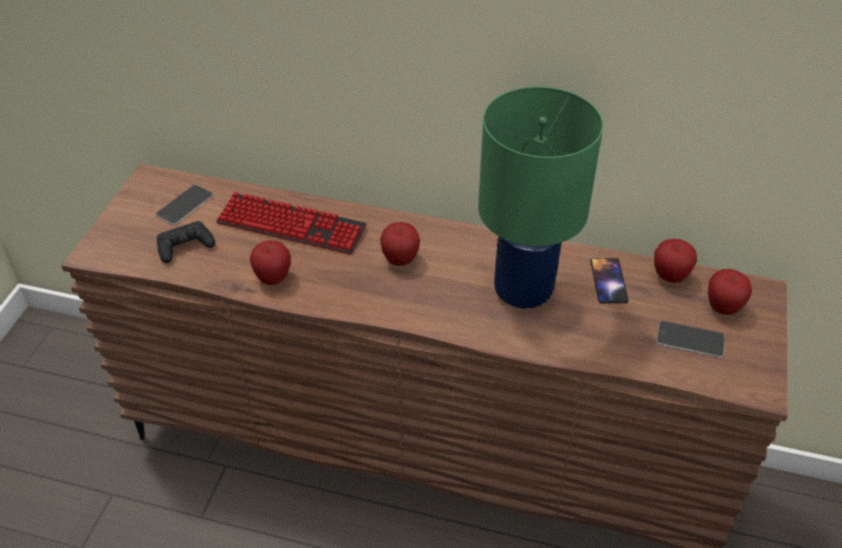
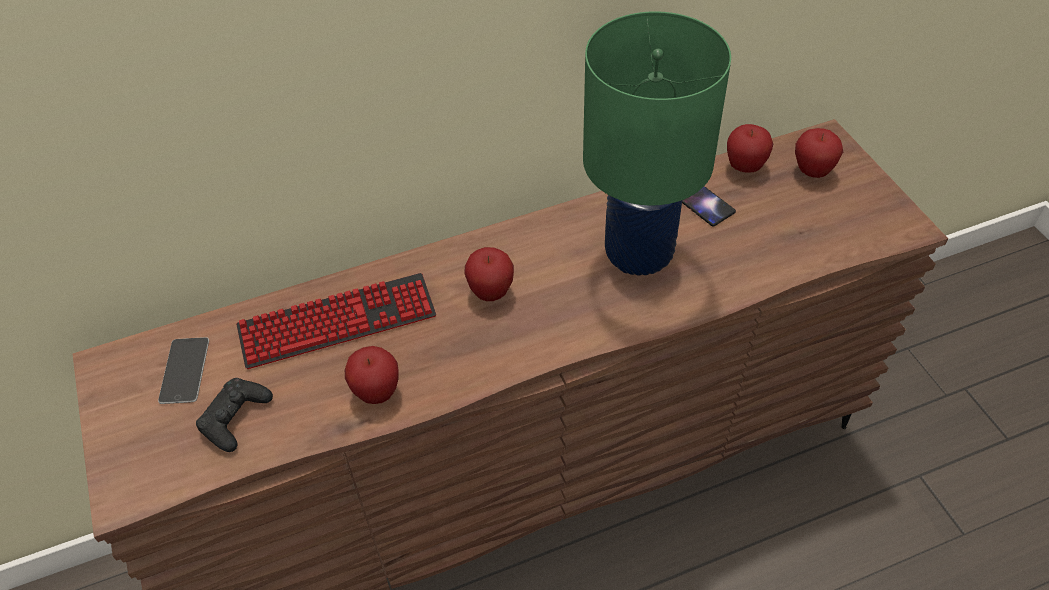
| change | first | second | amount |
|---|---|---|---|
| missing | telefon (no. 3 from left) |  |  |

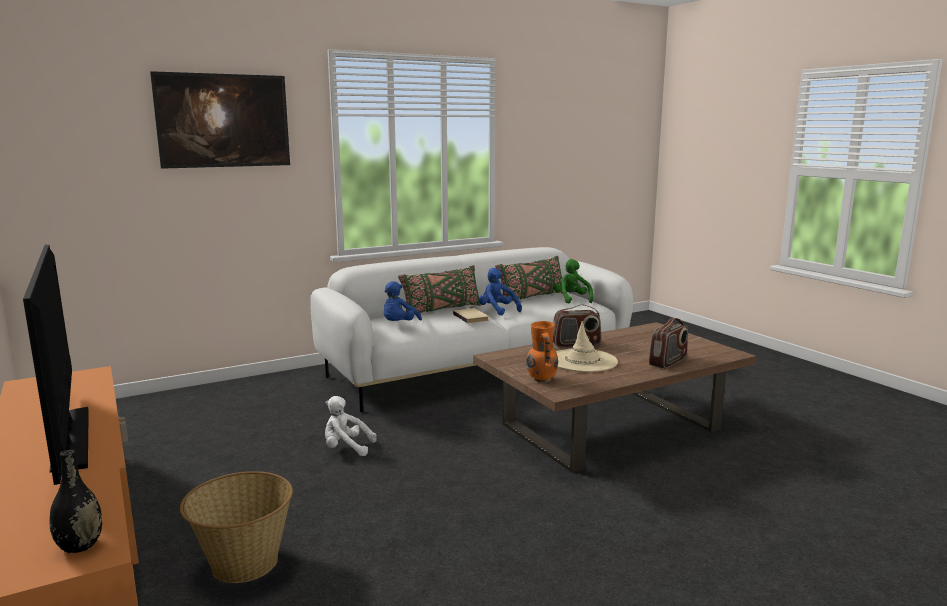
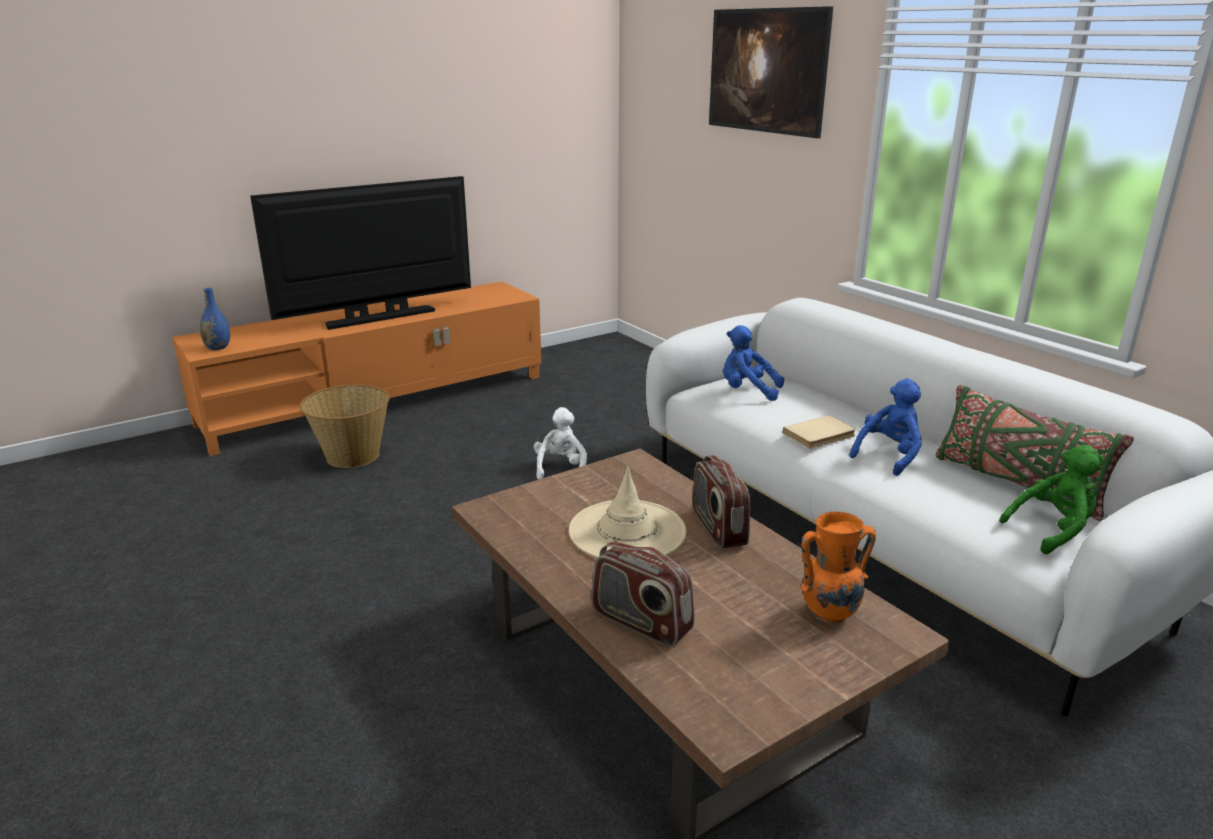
| change | first | second | amount |
|---|---|---|---|
| missing | poduszka/zielony (no. 1 from left) |  |  |
| relocated | wazon/pomarańczowy |  |  |
| colour | wazon/czarny | wazon/niebieski |  |

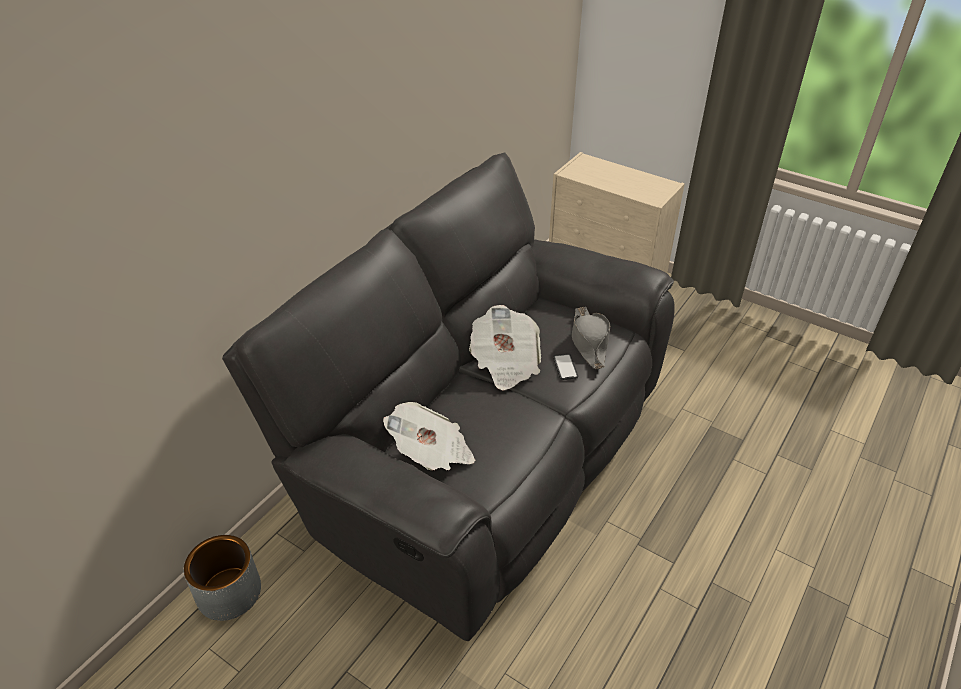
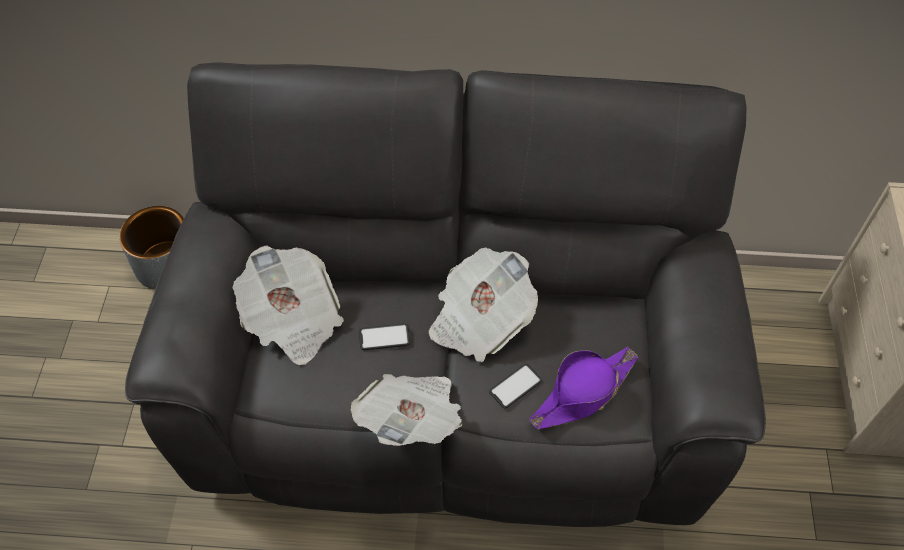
| change | first | second | amount |
|---|---|---|---|
| appeared |  | gazeta (no. 2 from left) |  |
| appeared |  | telefon (no. 1 from left) |  |
| colour | kapelusz/szary | kapelusz/fioletowy |  |

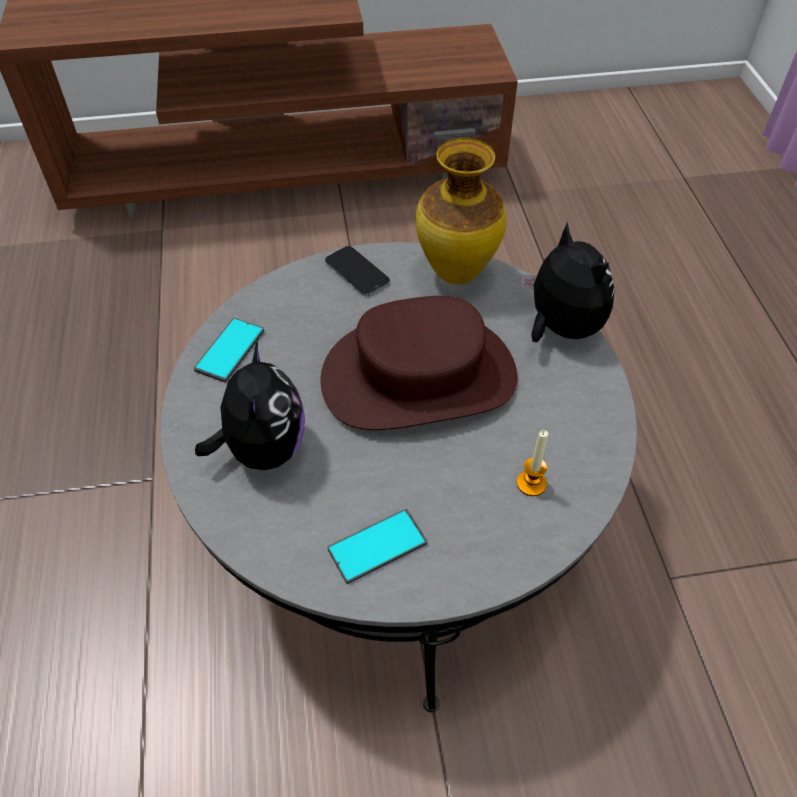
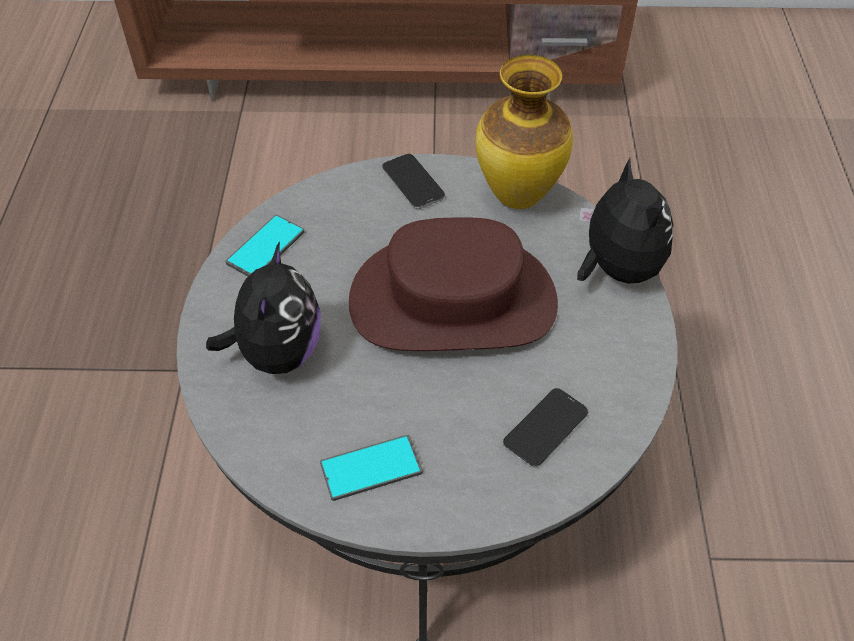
| change | first | second | amount |
|---|---|---|---|
| exchanged | świeca | telefon (no. 4 from left) |  |

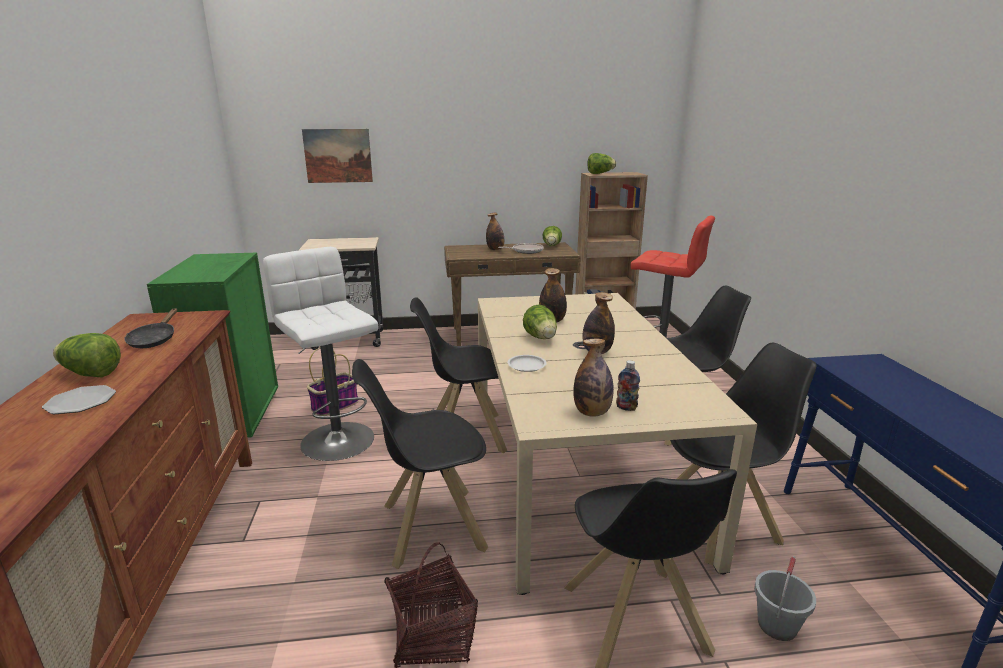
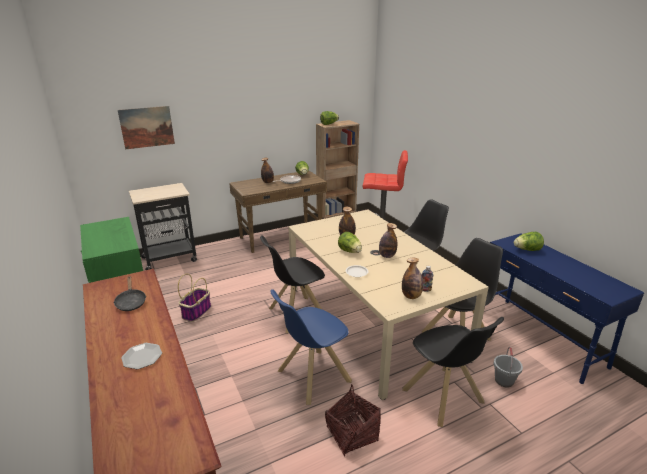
| change | first | second | amount |
|---|---|---|---|
| missing | stołek/biały |  |  |
| relocated | sałata (no. 1 from left in the first image) | sałata (no. 4 from left) |  |
| colour | krzesło/czarny (no. 1 from left) | krzesło/niebieski |  |

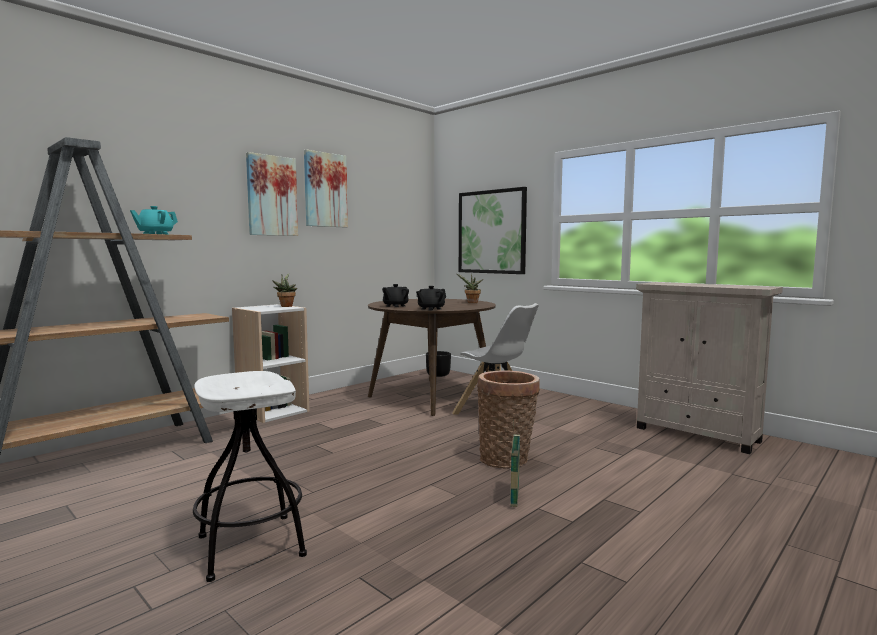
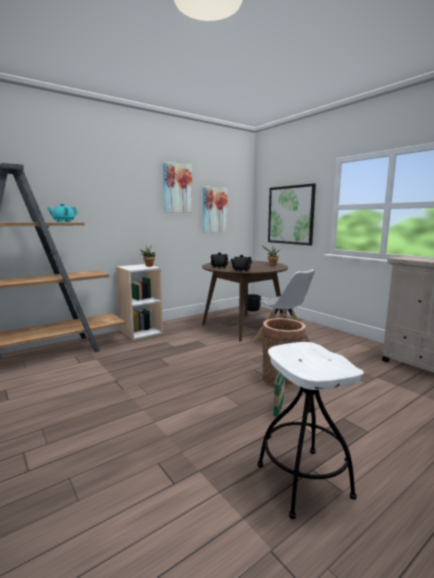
| change | first | second | amount |
|---|---|---|---|
| relocated | stołek/biały |  |  |
| relocated | obraz (no. 1 from left in the first image) | obraz (no. 2 from left) |  |

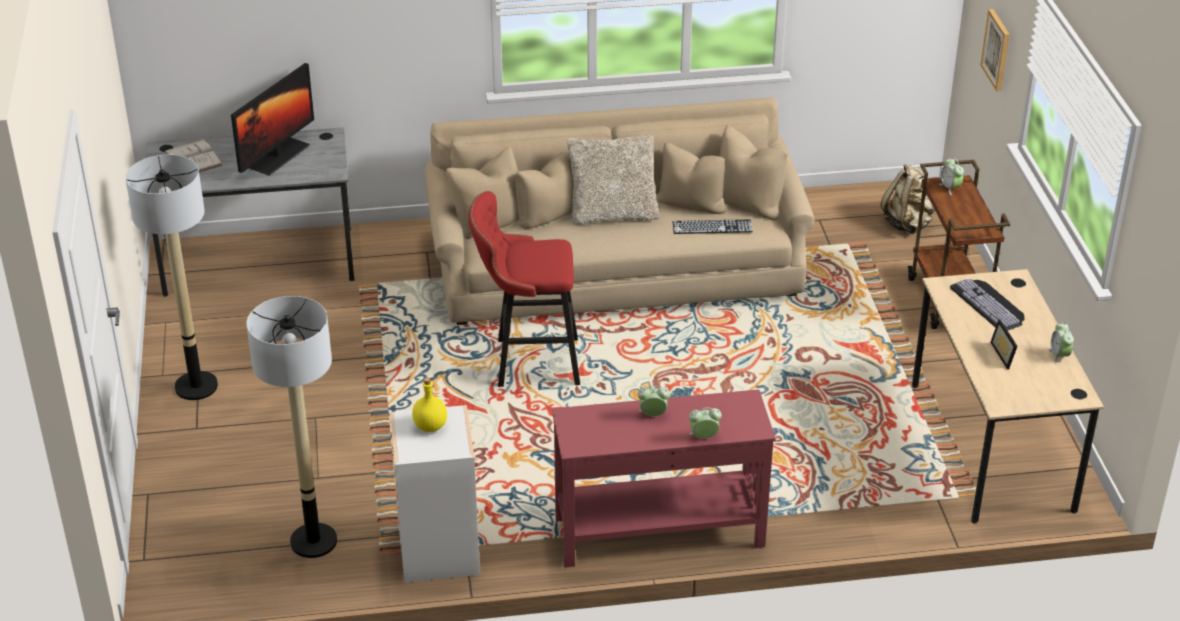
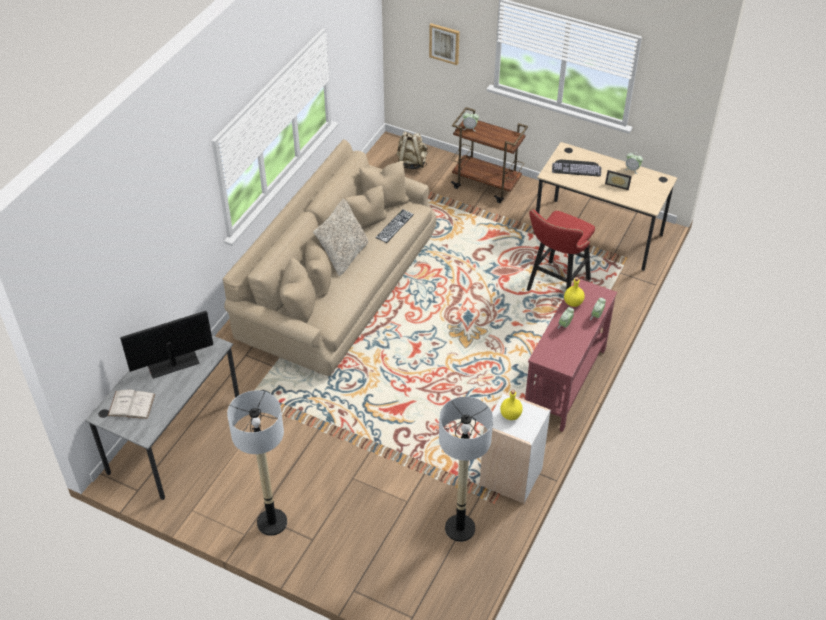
| change | first | second | amount |
|---|---|---|---|
| appeared |  | butelka/żółty (no. 2 from left) |  |
| relocated | stołek/czerwony |  |  |
| spun | monitor |  | 90 degrees counterclockwise |

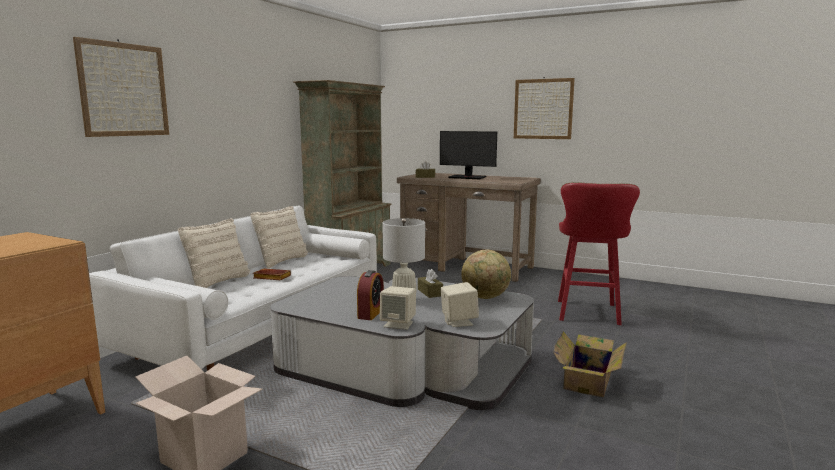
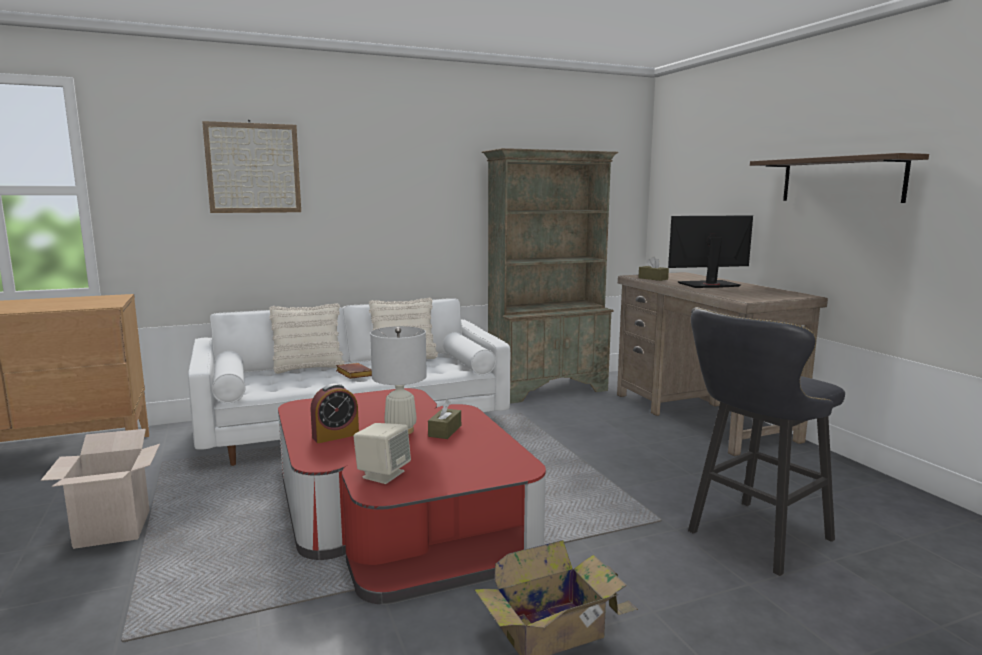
| change | first | second | amount |
|---|---|---|---|
| missing | głośnik/beżowy (no. 1 from left) |  |  |
| missing | globus |  |  |
| exchanged | obraz (no. 2 from left) | półka |  |
| colour | ława/szary | ława/czerwony |  |
| colour | stołek/czerwony | stołek/czarny |  |
| spun | monitor |  | 105 degrees clockwise |

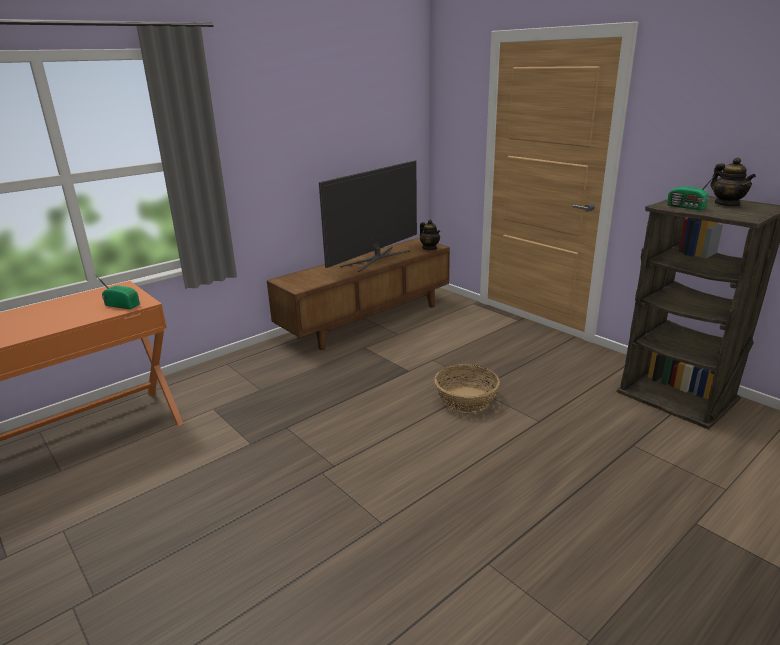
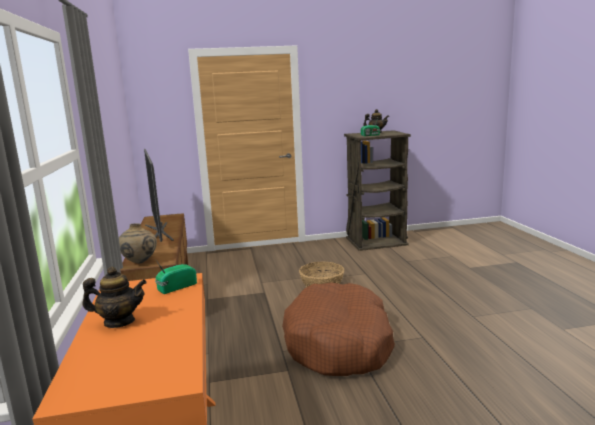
| change | first | second | amount |
|---|---|---|---|
| appeared |  | wazon/beżowy |  |
| appeared |  | legowisko/brązowy |  |
| relocated | imbryk (no. 1 from left) |  |  |

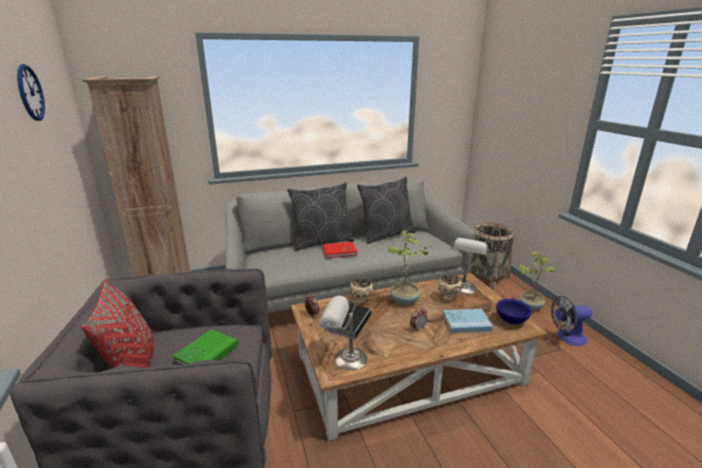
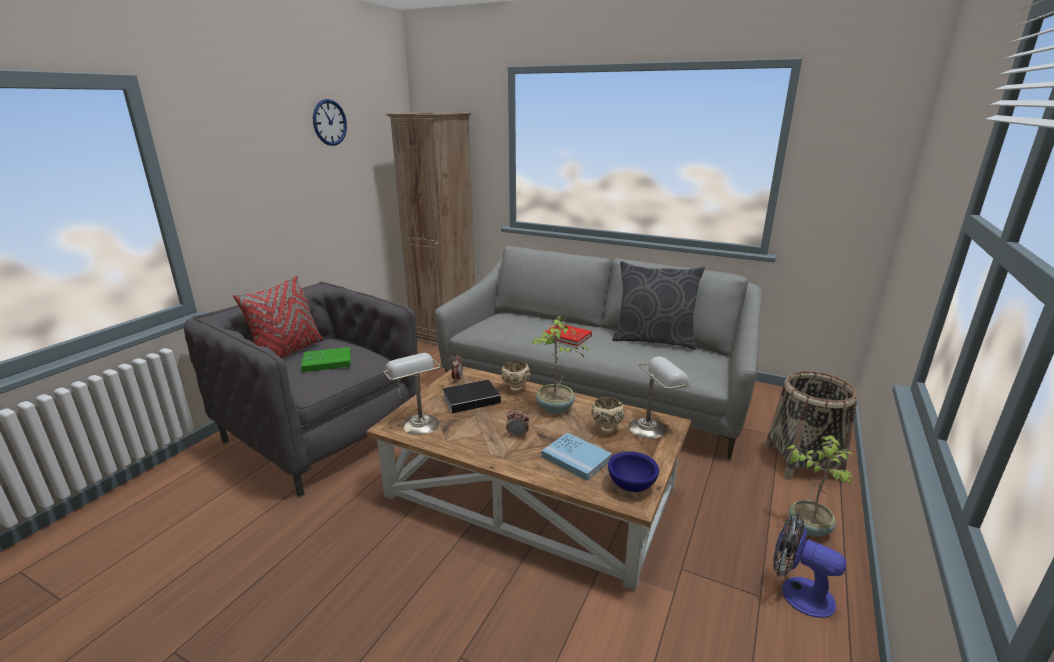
| change | first | second | amount |
|---|---|---|---|
| missing | poduszka/szary (no. 1 from left) |  |  |

